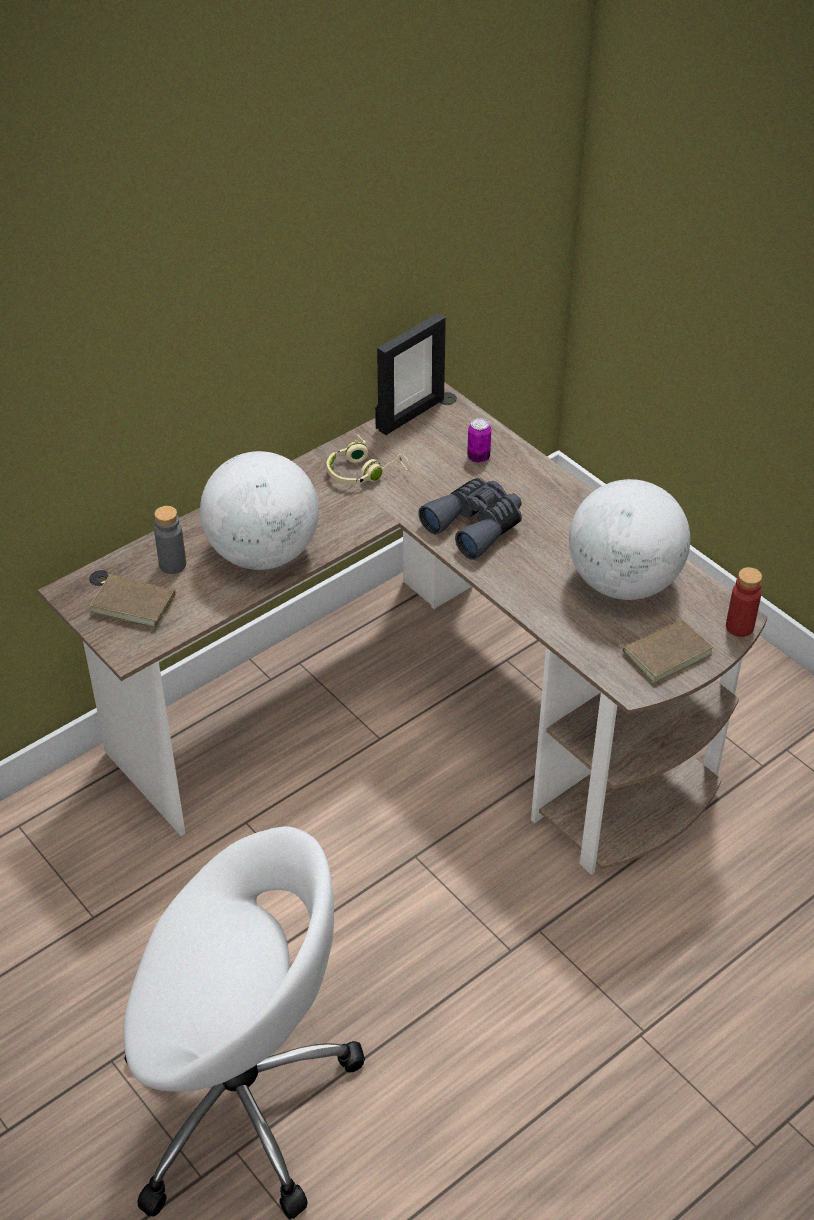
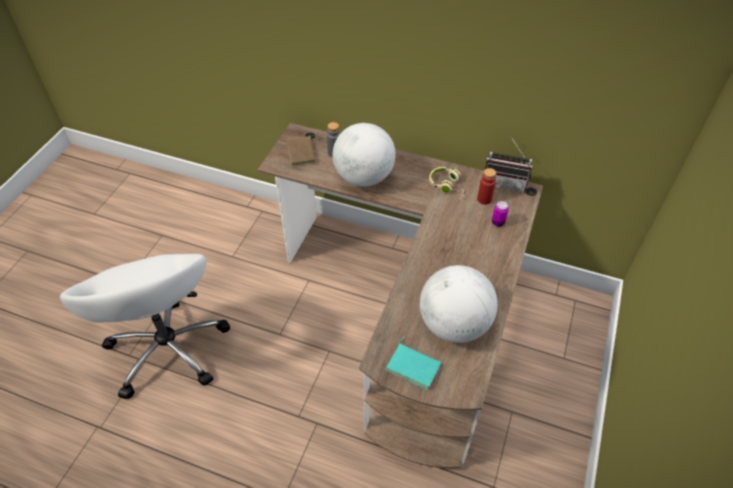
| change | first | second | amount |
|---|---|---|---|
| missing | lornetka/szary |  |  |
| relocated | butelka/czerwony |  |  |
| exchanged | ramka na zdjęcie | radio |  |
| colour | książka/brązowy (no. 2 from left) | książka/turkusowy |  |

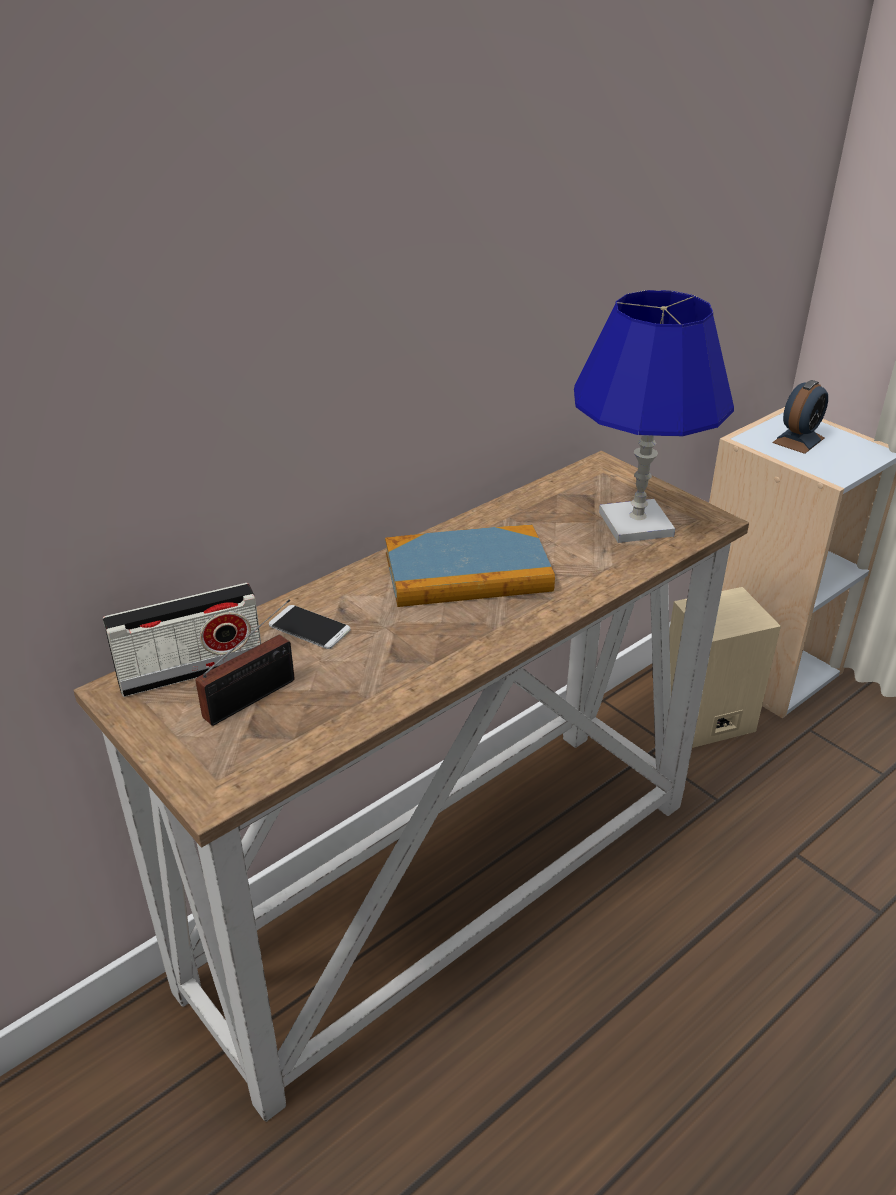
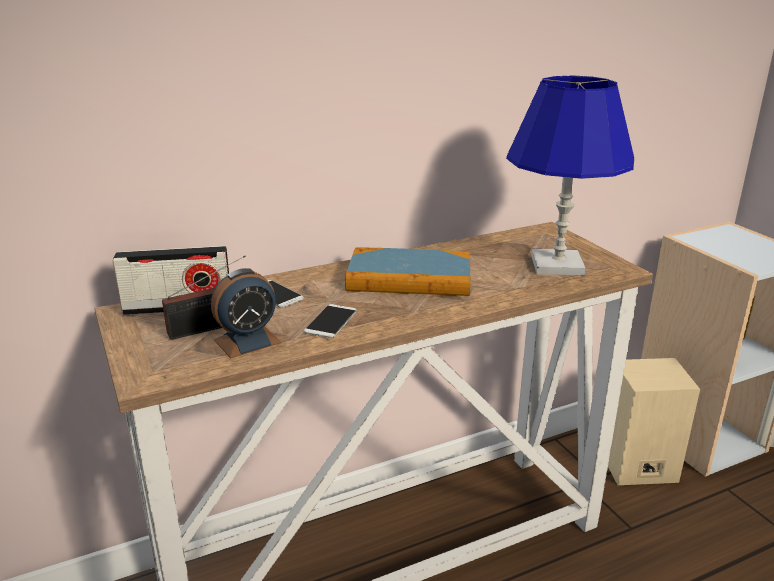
| change | first | second | amount |
|---|---|---|---|
| appeared |  | telefon (no. 2 from left) |  |
| relocated | budzik |  |  |

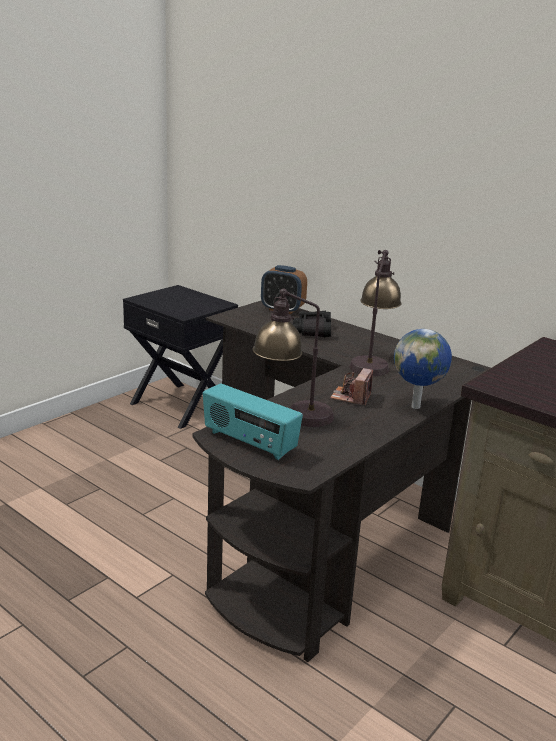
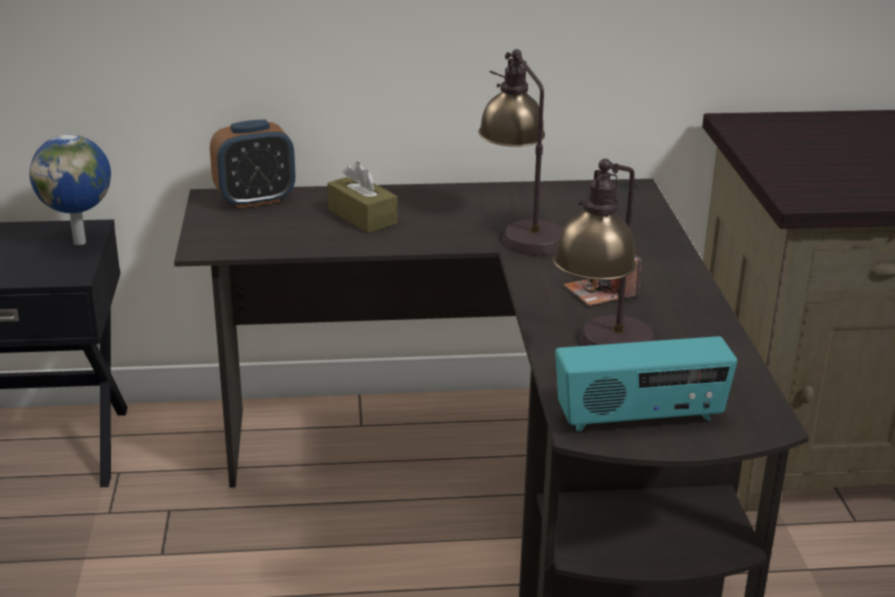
| change | first | second | amount |
|---|---|---|---|
| relocated | globus |  |  |
| exchanged | lornetka/czarny | pudełko chusteczek/brązowy |  |

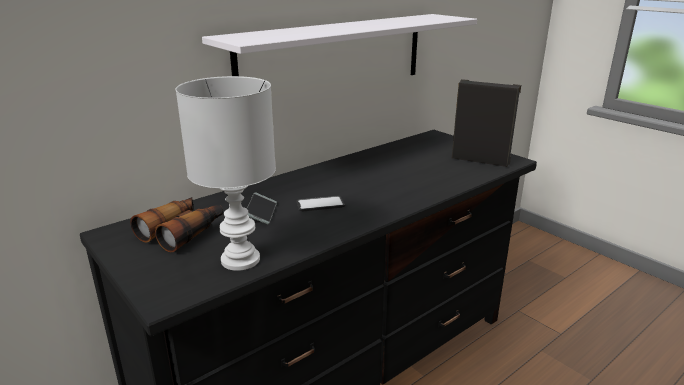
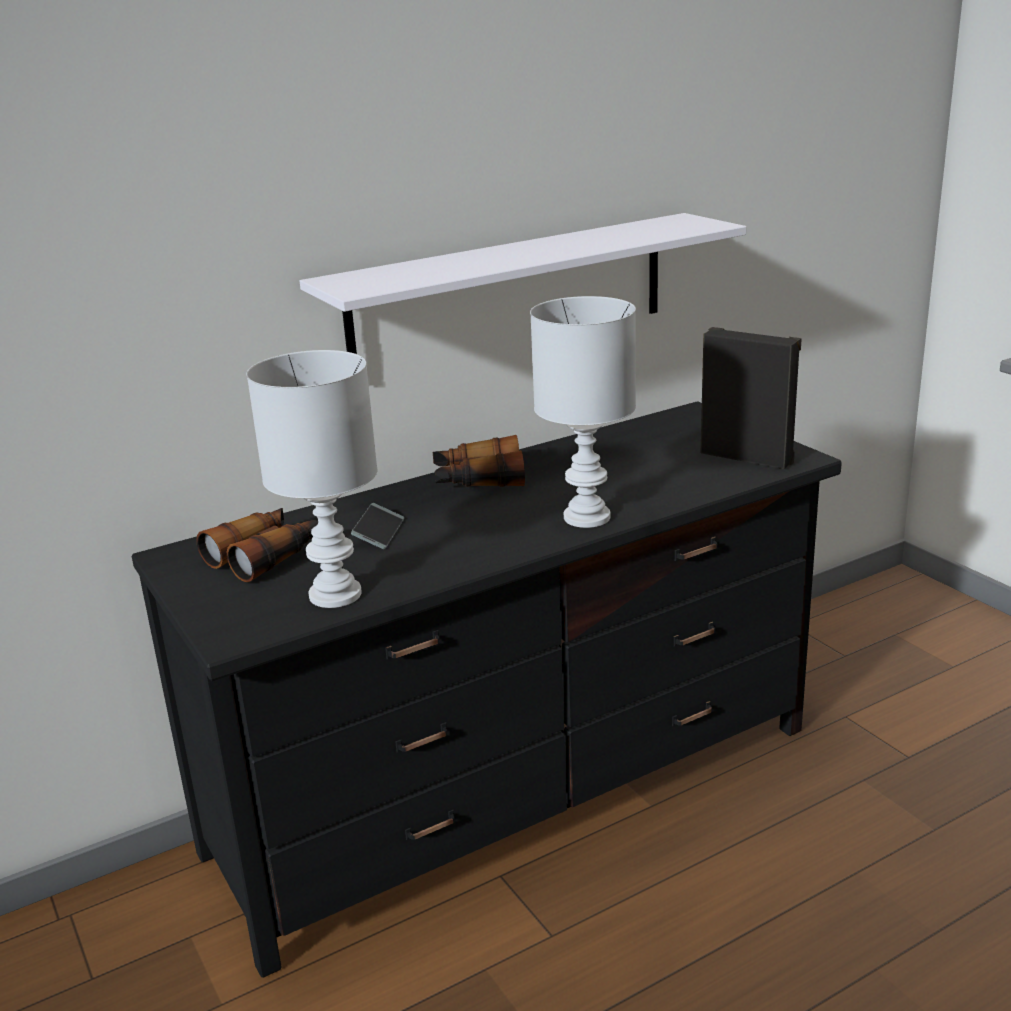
| change | first | second | amount |
|---|---|---|---|
| missing | telefon (no. 2 from left) |  |  |
| appeared |  | lornetka (no. 2 from left) |  |
| appeared |  | lampa stołowa/biały (no. 2 from left) |  |

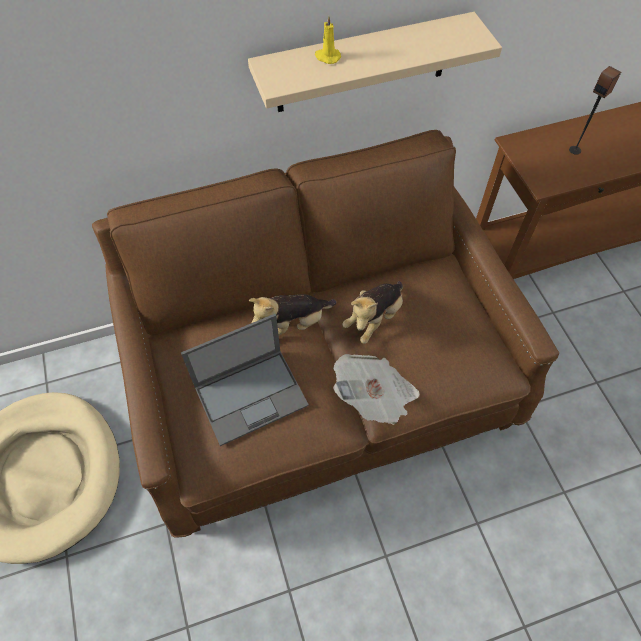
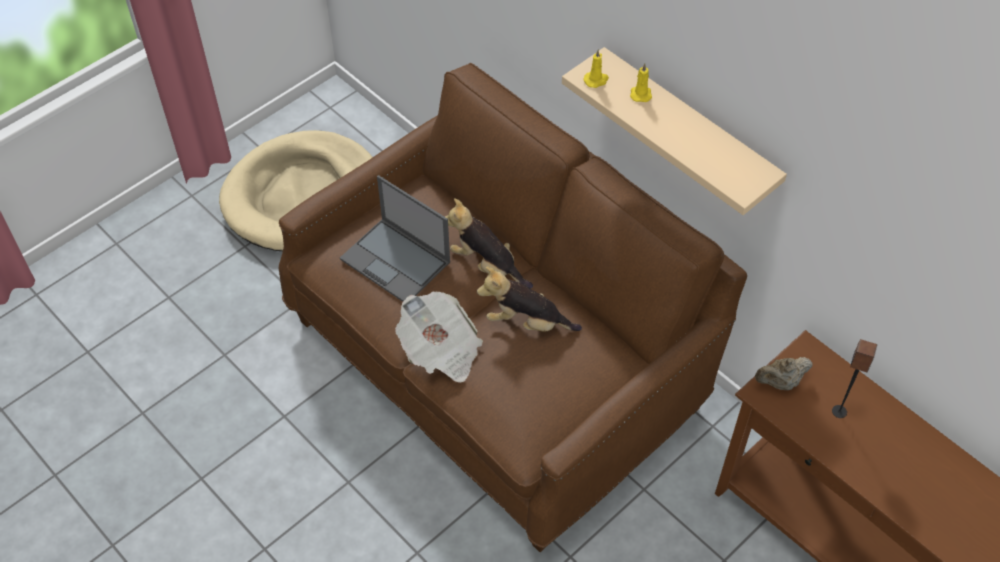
| change | first | second | amount |
|---|---|---|---|
| appeared |  | świeca/żółty (no. 1 from left) |  |
| appeared |  | imbryk/beżowy |  |

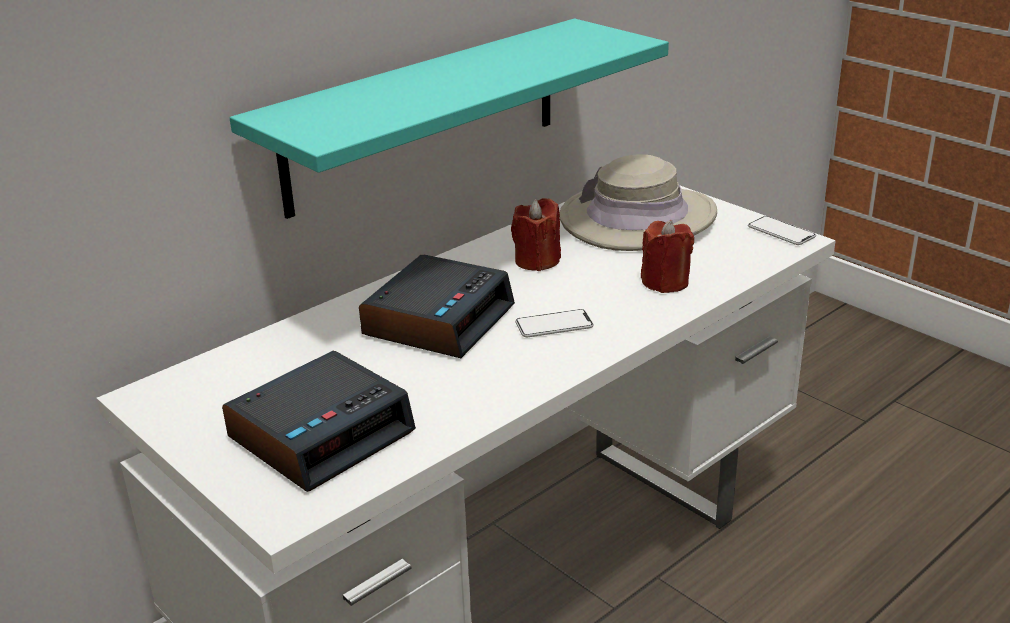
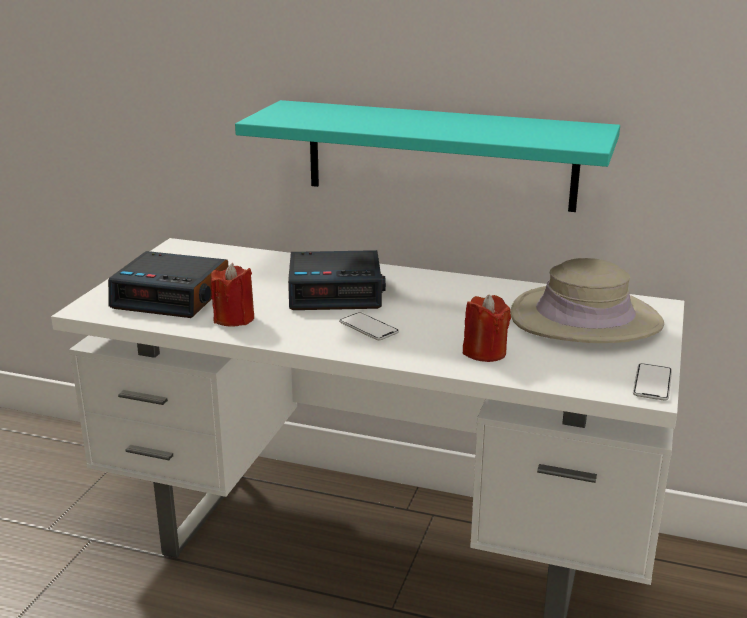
| change | first | second | amount |
|---|---|---|---|
| relocated | świeca/czerwony (no. 1 from left) |  |  |

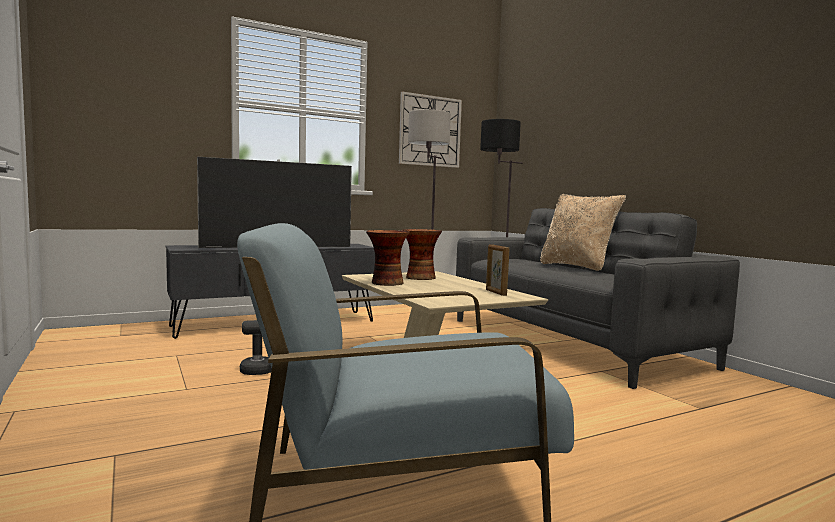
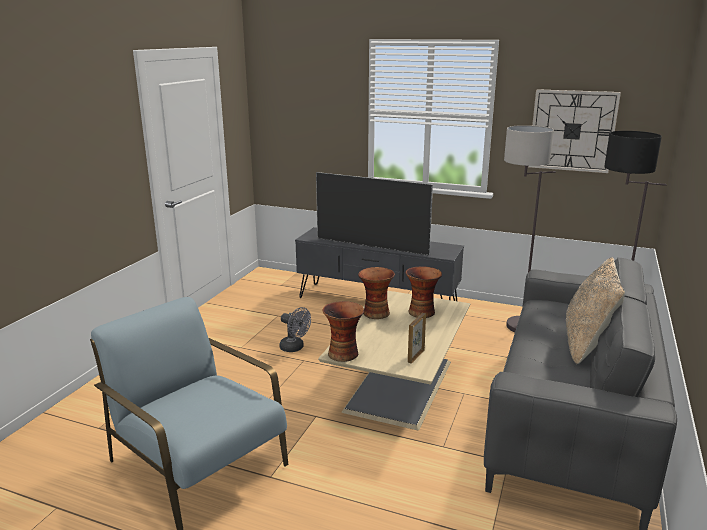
| change | first | second | amount |
|---|---|---|---|
| appeared |  | wazon (no. 1 from left) |  |

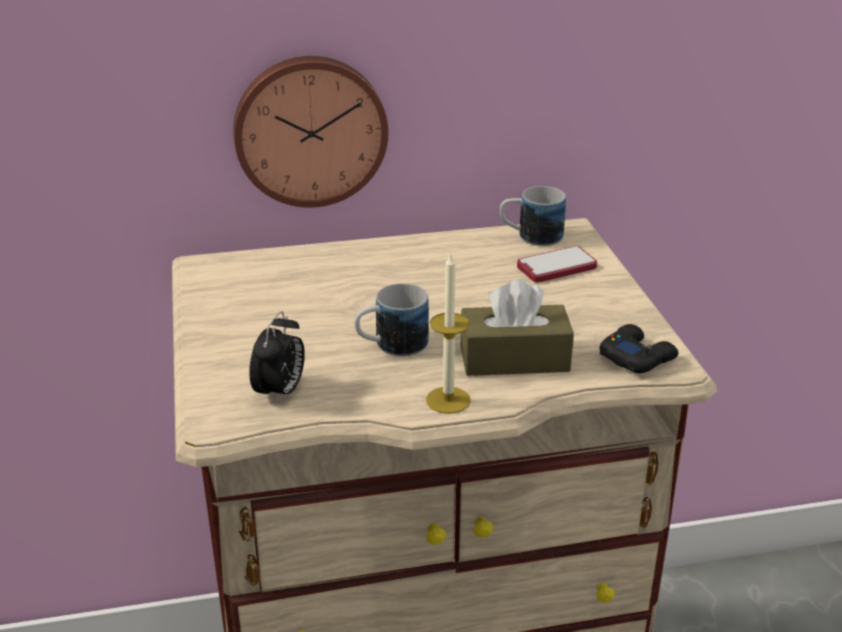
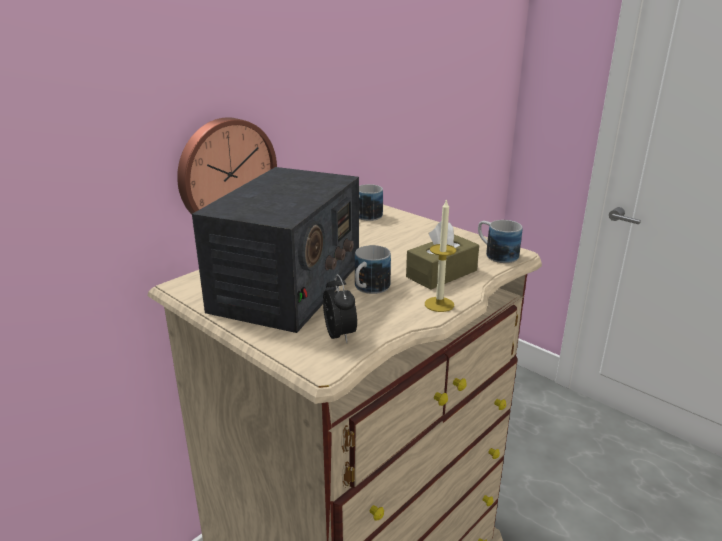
| change | first | second | amount |
|---|---|---|---|
| missing | telefon |  |  |
| appeared |  | radio |  |
| exchanged | pad do gier/czarny | kubek (no. 3 from left) |  |

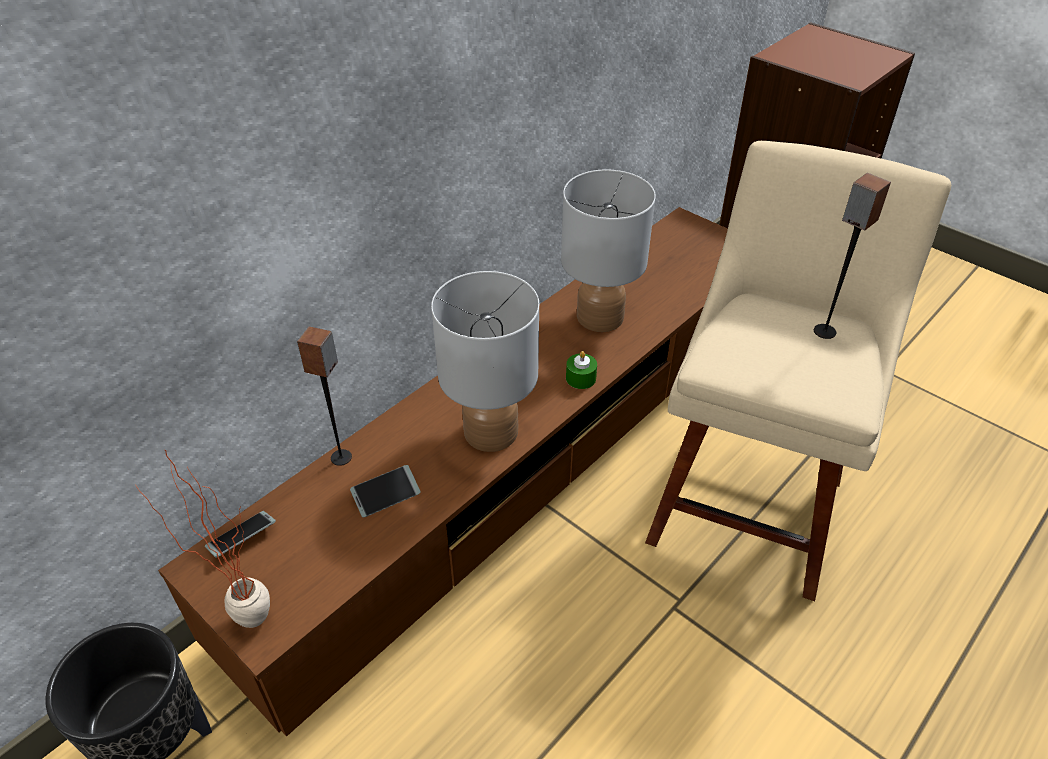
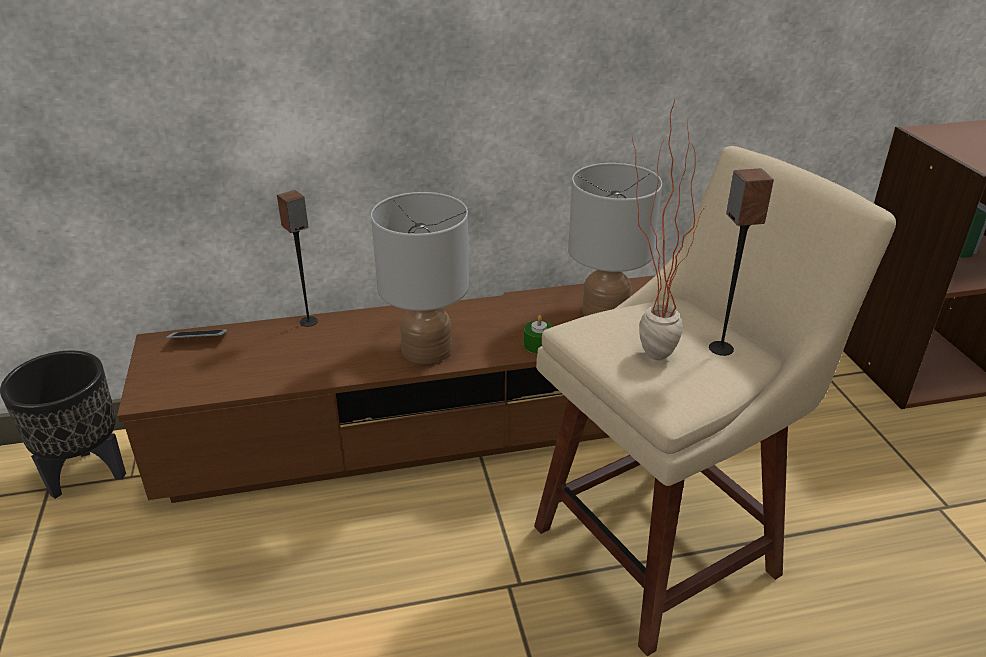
| change | first | second | amount |
|---|---|---|---|
| missing | telefon (no. 2 from left) |  |  |
| relocated | roślina doniczkowa |  |  |

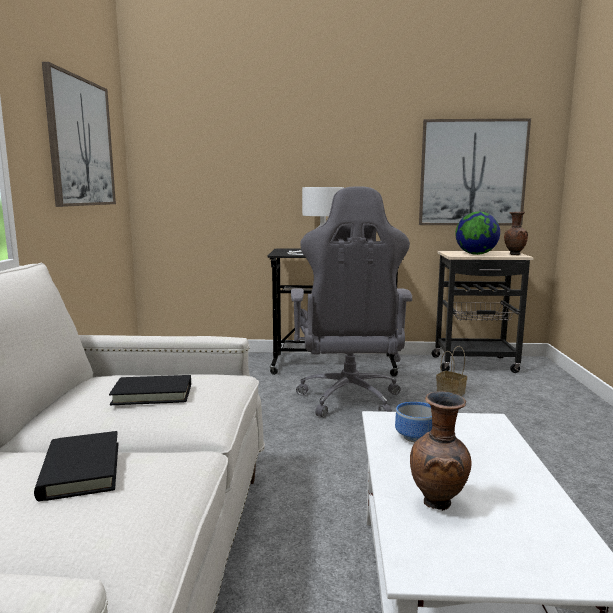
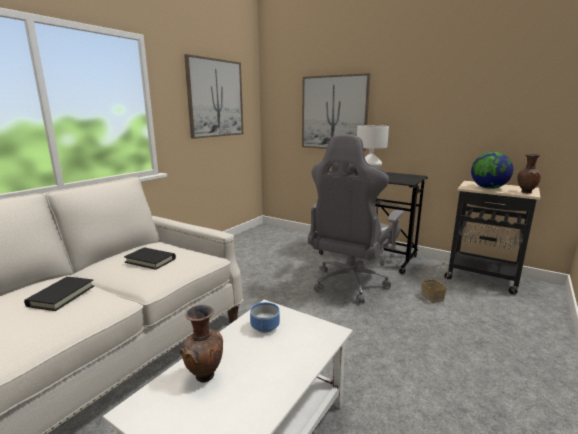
| change | first | second | amount |
|---|---|---|---|
| relocated | obraz (no. 2 from left) |  |  |

